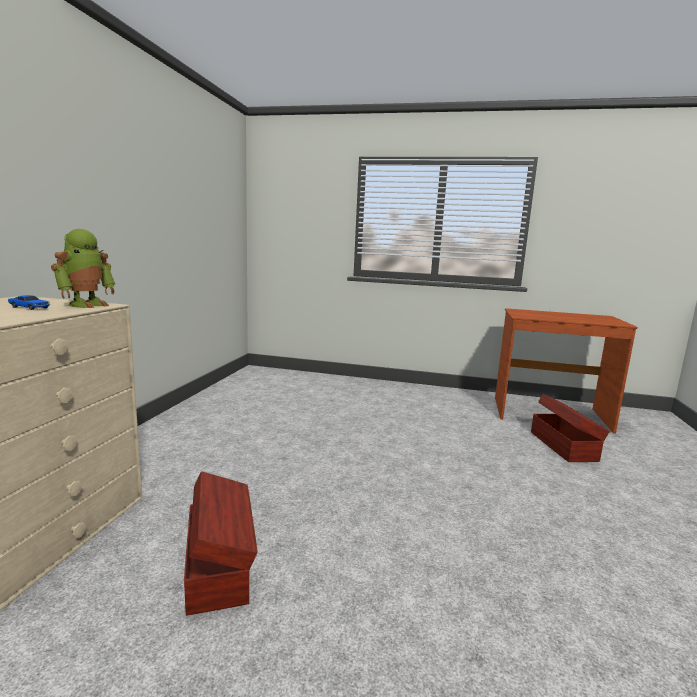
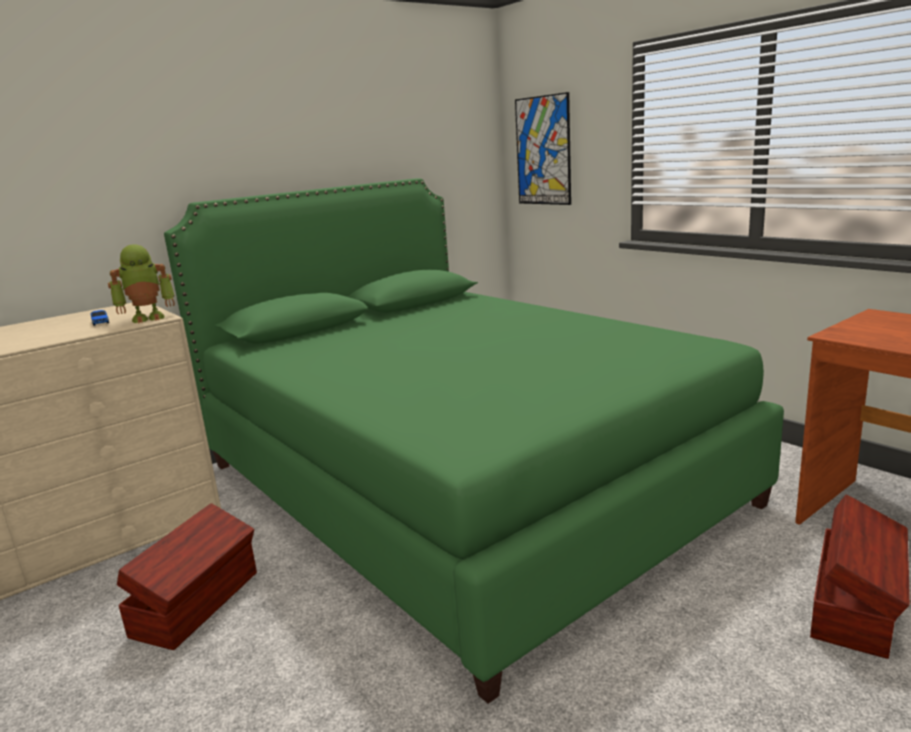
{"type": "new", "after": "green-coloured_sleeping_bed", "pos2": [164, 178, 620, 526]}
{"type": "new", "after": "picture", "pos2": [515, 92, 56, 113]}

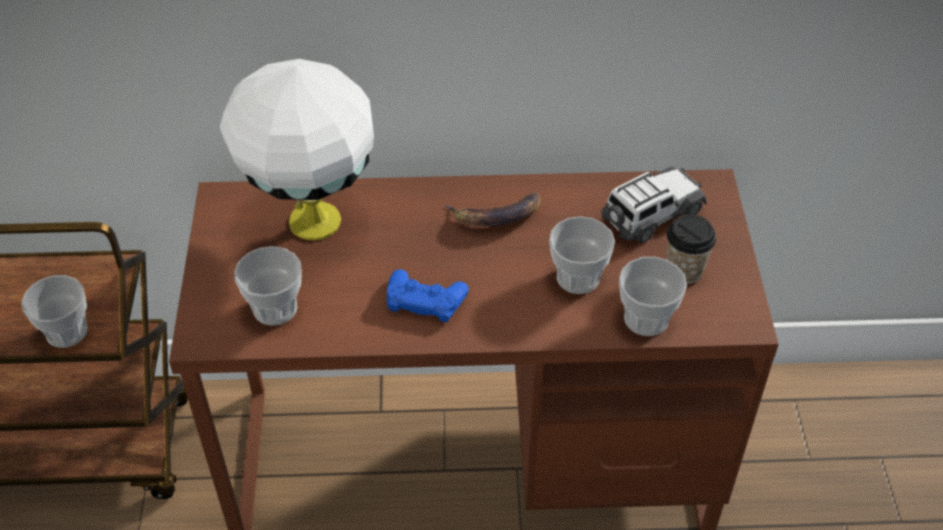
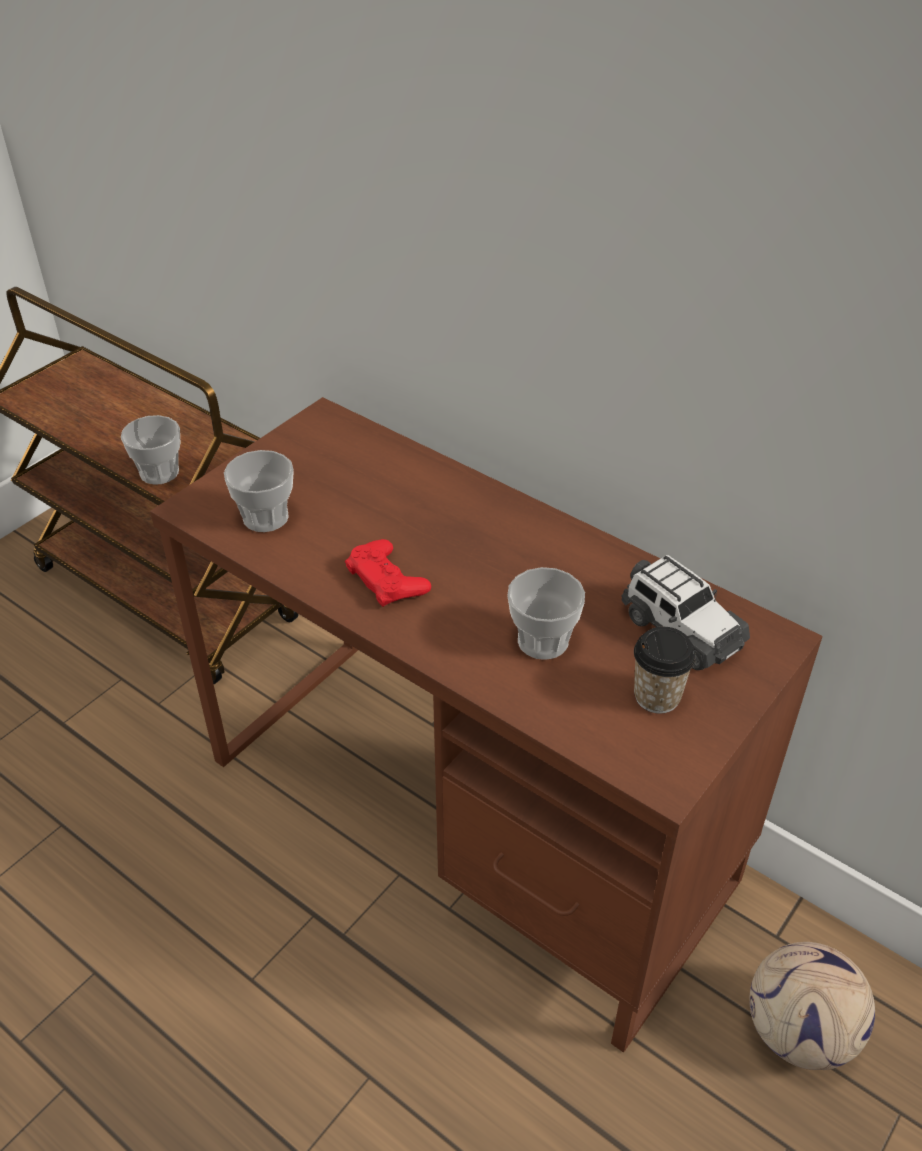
{"type": "gone", "before": "whitish_lamp_for_a_table", "pos1": [220, 59, 154, 181]}
{"type": "repainted", "before": "bluish_game_controller", "after": "red_game_controller", "pos1": [387, 269, 82, 53], "pos2": [345, 539, 86, 68]}
{"type": "gone", "before": "whole_banana", "pos1": [446, 192, 95, 34]}
{"type": "rotated", "before": "miniature_car", "pos1": [601, 166, 106, 77], "pos2": [621, 555, 129, 115], "turn": 45}
{"type": "gone", "before": "cup", "pos1": [619, 257, 68, 79]}
{"type": "new", "after": "football_ball", "pos2": [750, 942, 125, 128]}

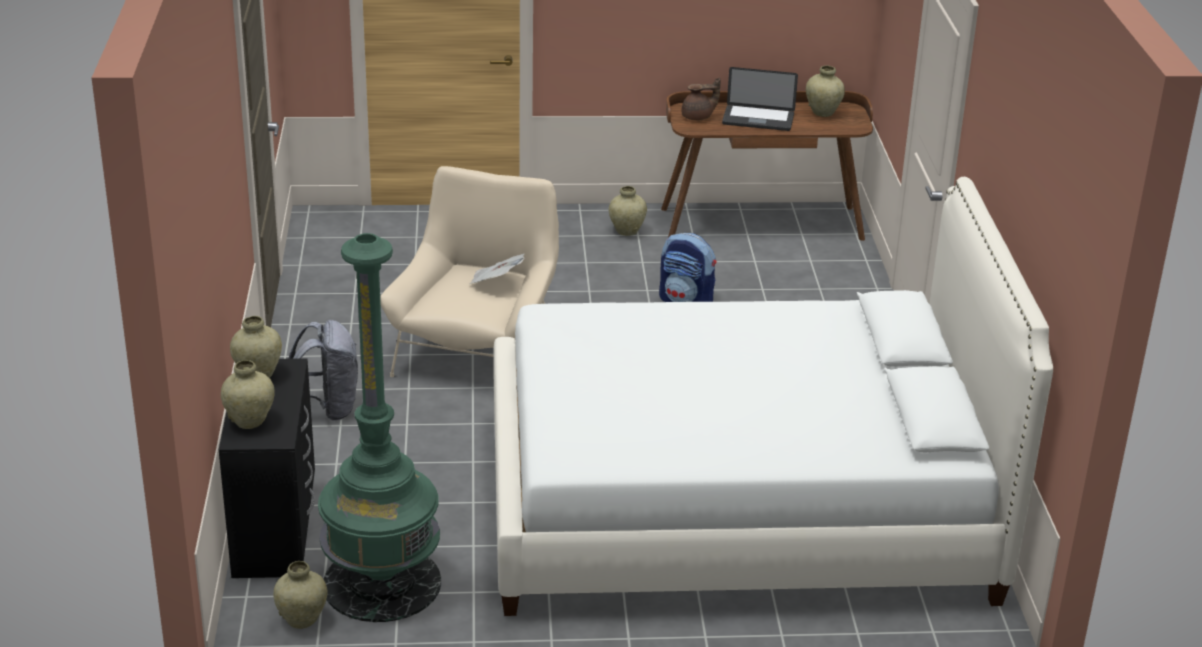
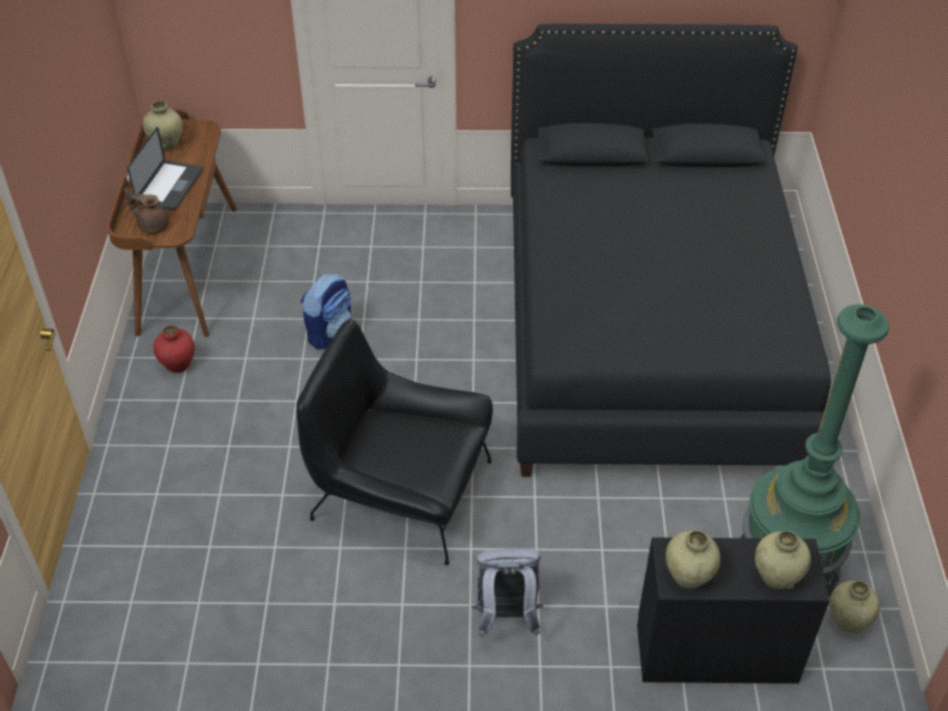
{"type": "repainted", "before": "sand-coloured_armchair", "after": "blackish_armchair", "pos1": [380, 166, 179, 211], "pos2": [296, 319, 197, 246]}
{"type": "gone", "before": "newspaper", "pos1": [470, 254, 55, 30]}
{"type": "repainted", "before": "whitish_sleeping_bed", "after": "blackish_sleeping_bed", "pos1": [493, 177, 560, 439], "pos2": [511, 24, 320, 453]}
{"type": "repainted", "before": "sand-coloured_decorative_vase", "after": "red_decorative_vase", "pos1": [609, 186, 38, 50], "pos2": [153, 325, 42, 48]}
{"type": "rotated", "before": "brown_pot_for_tea", "pos1": [682, 77, 39, 43], "pos2": [124, 187, 46, 47], "turn": -60}

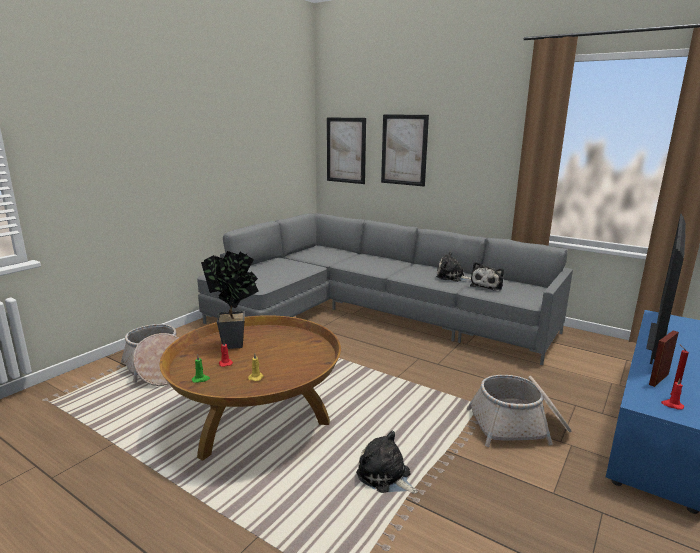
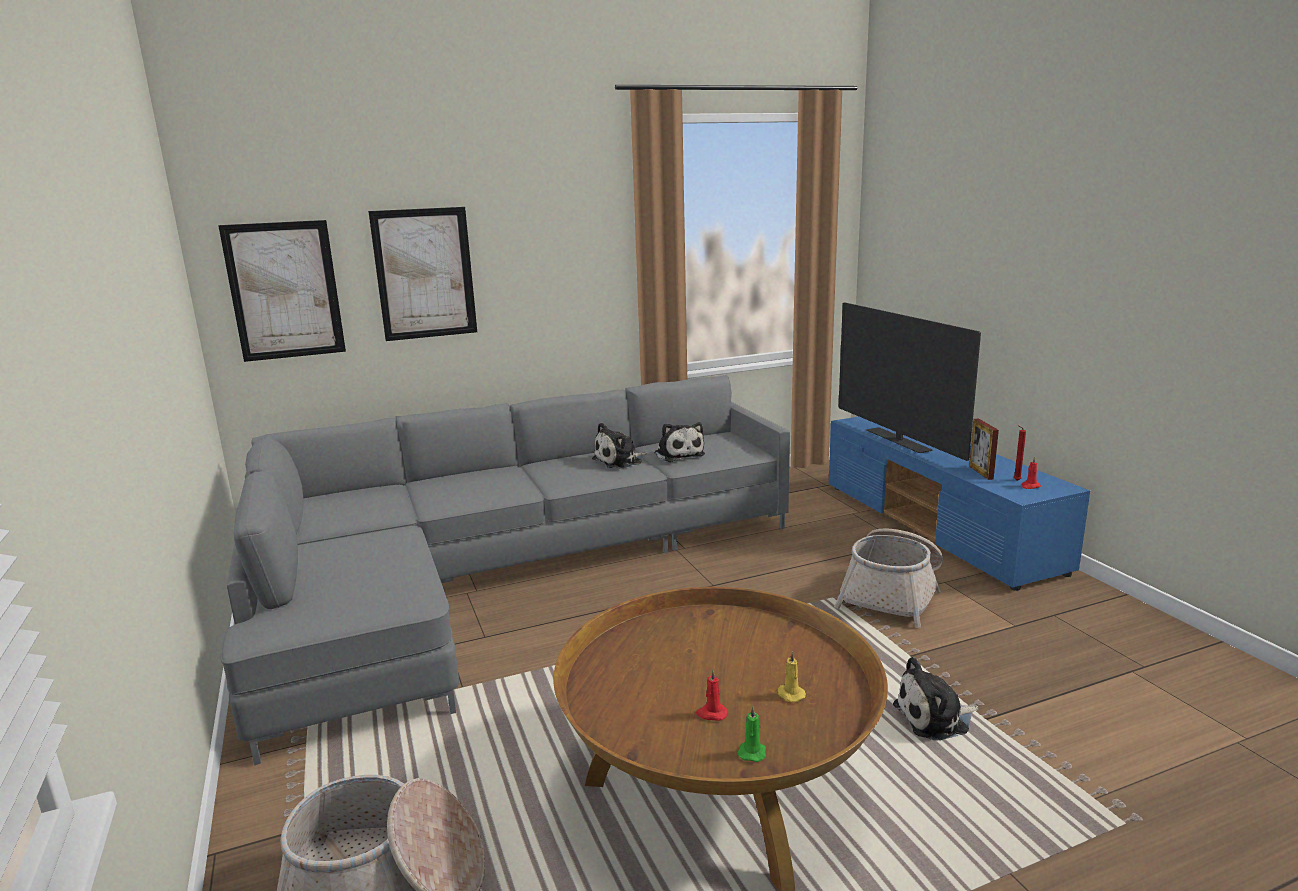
{"type": "gone", "before": "houseplant", "pos1": [201, 251, 58, 98]}

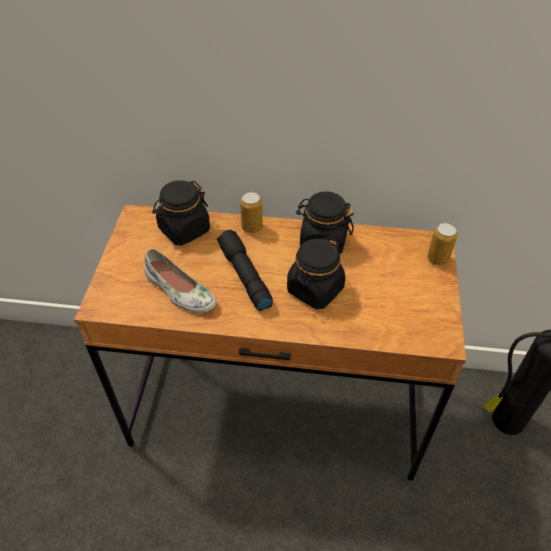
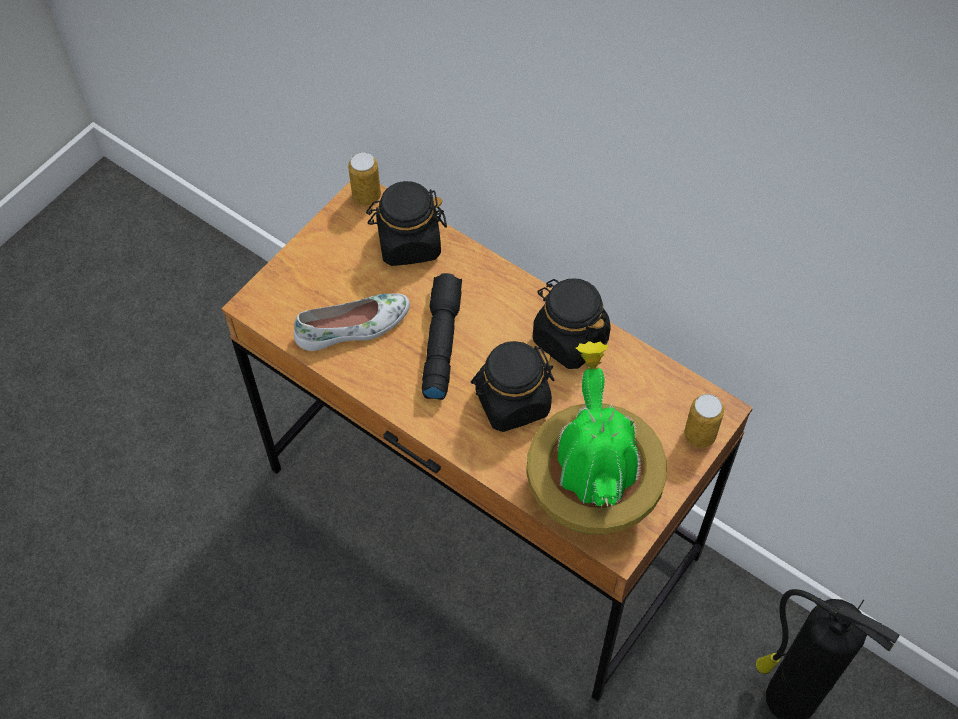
{"type": "rotated", "before": "whitish_item_of_footwear", "pos1": [144, 248, 73, 65], "pos2": [294, 293, 116, 58], "turn": -90}
{"type": "shifted", "before": "metal_can", "pos1": [240, 192, 23, 41], "pos2": [348, 152, 33, 53]}
{"type": "new", "after": "houseplant", "pos2": [527, 341, 140, 194]}

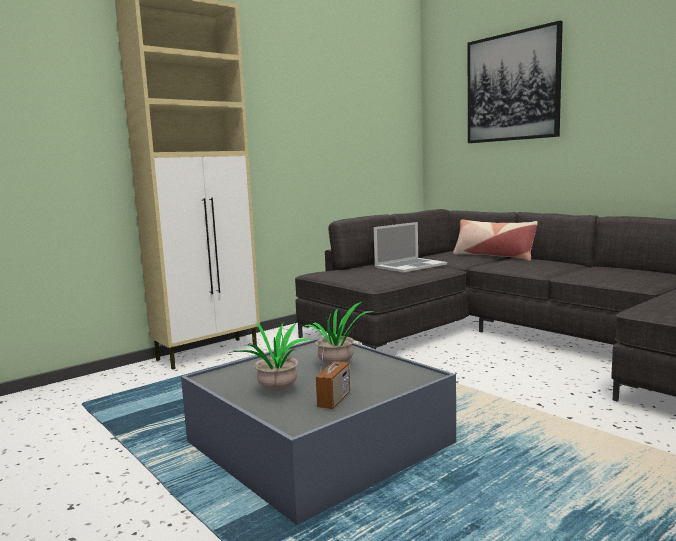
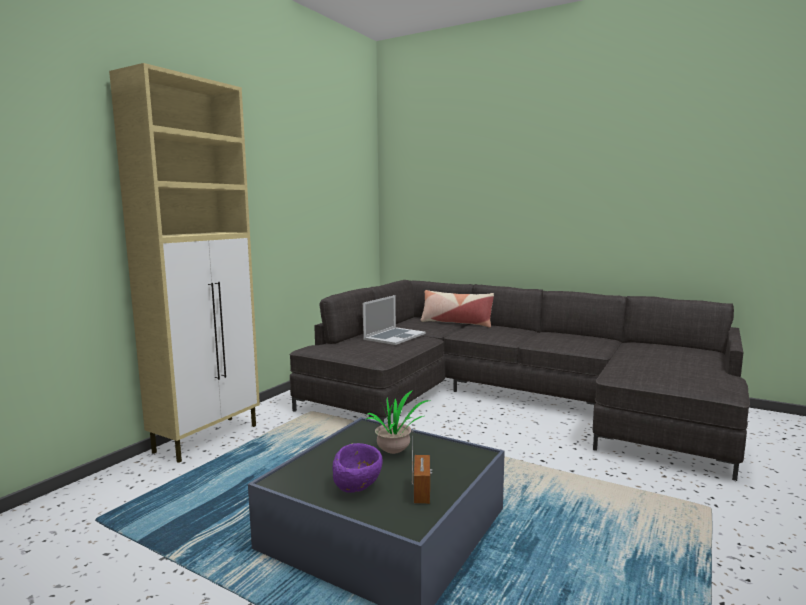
{"type": "swapped", "before": "houseplant", "after": "purplish_serving_bowl", "pos1": [229, 322, 83, 69], "pos2": [332, 443, 51, 50]}
{"type": "gone", "before": "picture", "pos1": [468, 21, 95, 122]}

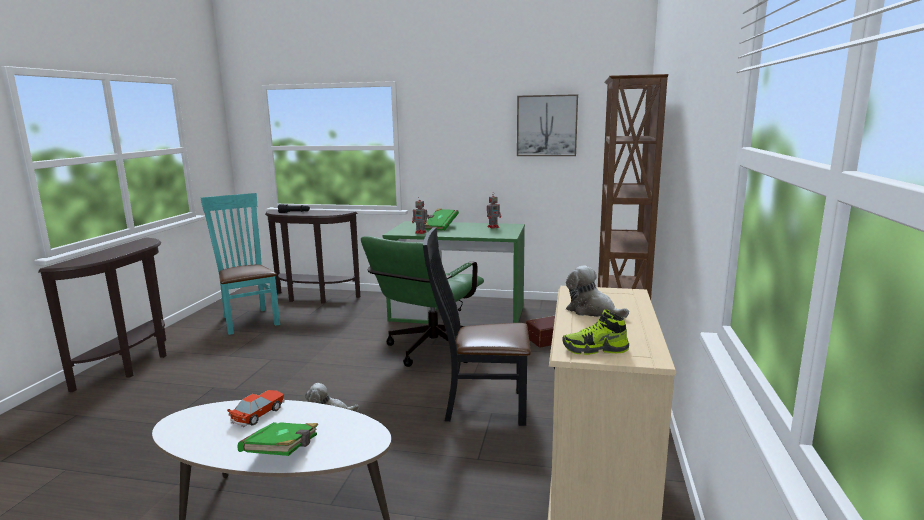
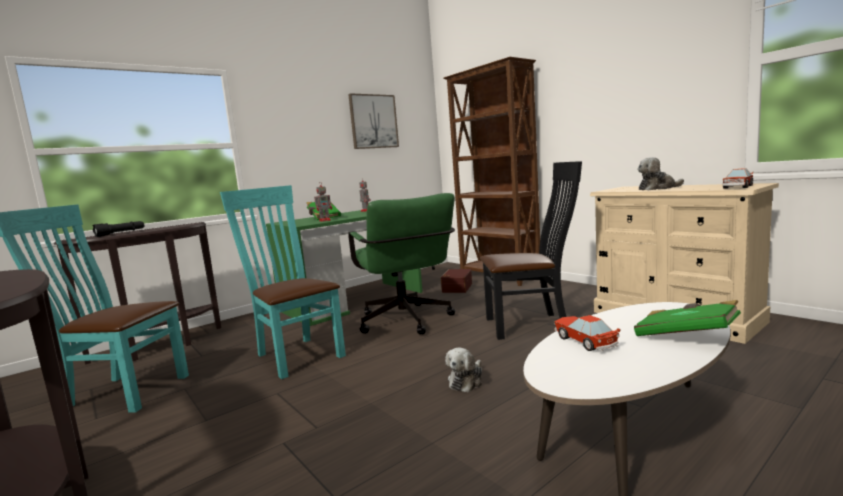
{"type": "rotated", "before": "blackish_plain_chair", "pos1": [423, 227, 108, 199], "pos2": [480, 161, 102, 179], "turn": -135}
{"type": "swapped", "before": "item_of_footwear", "after": "miniature_car", "pos1": [562, 309, 67, 46], "pos2": [723, 168, 30, 21]}
{"type": "new", "after": "blue-green_plain_chair", "pos2": [220, 185, 126, 194]}

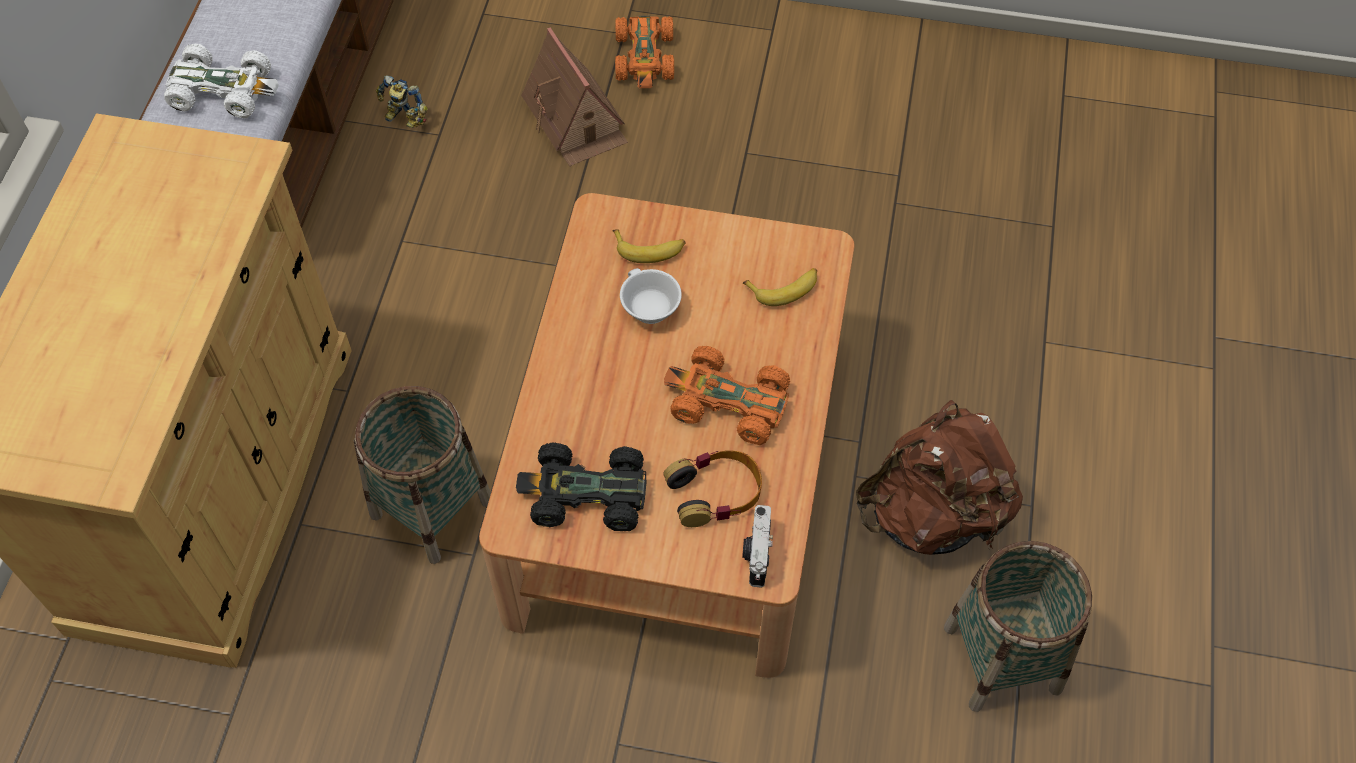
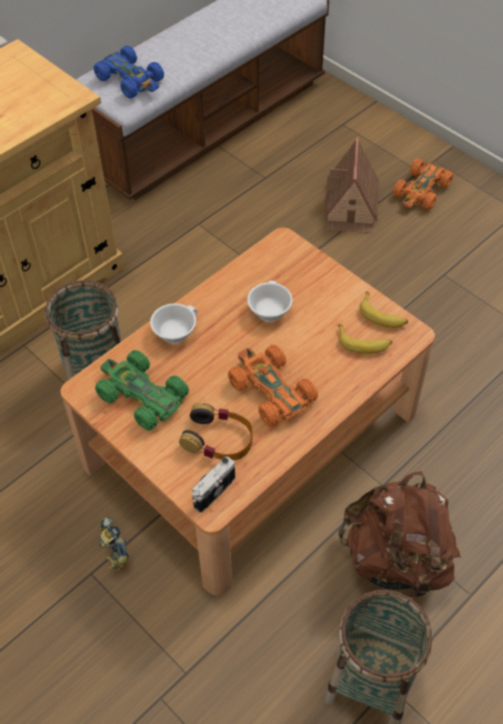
{"type": "repainted", "before": "whitish_miniature_car", "after": "bluish_miniature_car", "pos1": [164, 44, 115, 74], "pos2": [93, 46, 71, 52]}
{"type": "shifted", "before": "robot_figure", "pos1": [376, 75, 52, 53], "pos2": [99, 517, 30, 53]}
{"type": "repainted", "before": "blackish_miniature_car", "after": "green-coloured_miniature_car", "pos1": [516, 442, 130, 90], "pos2": [95, 350, 94, 81]}
{"type": "shifted", "before": "whole_banana", "pos1": [613, 229, 73, 34], "pos2": [360, 292, 48, 36]}
{"type": "new", "after": "whitish_cup", "pos2": [150, 303, 48, 41]}

